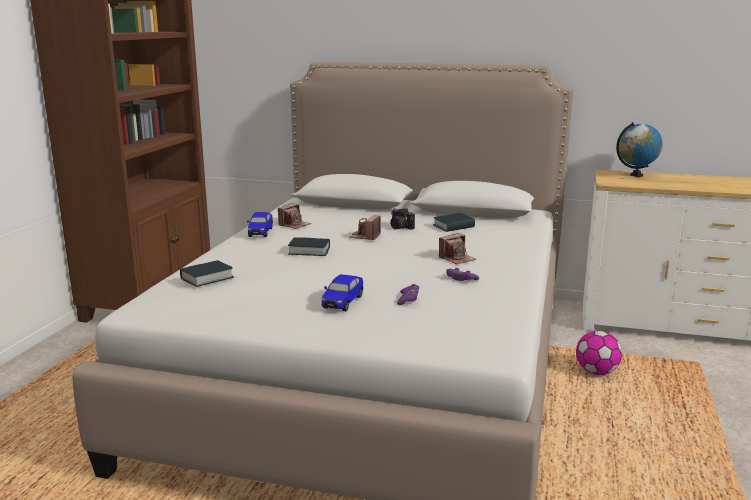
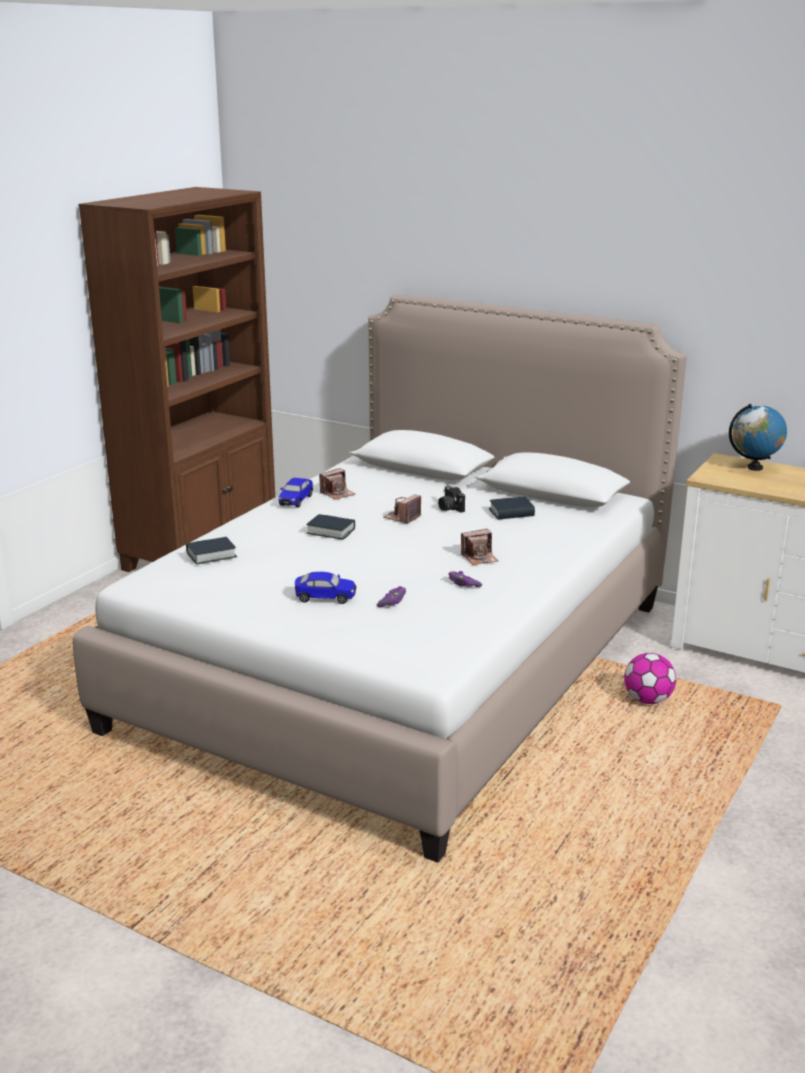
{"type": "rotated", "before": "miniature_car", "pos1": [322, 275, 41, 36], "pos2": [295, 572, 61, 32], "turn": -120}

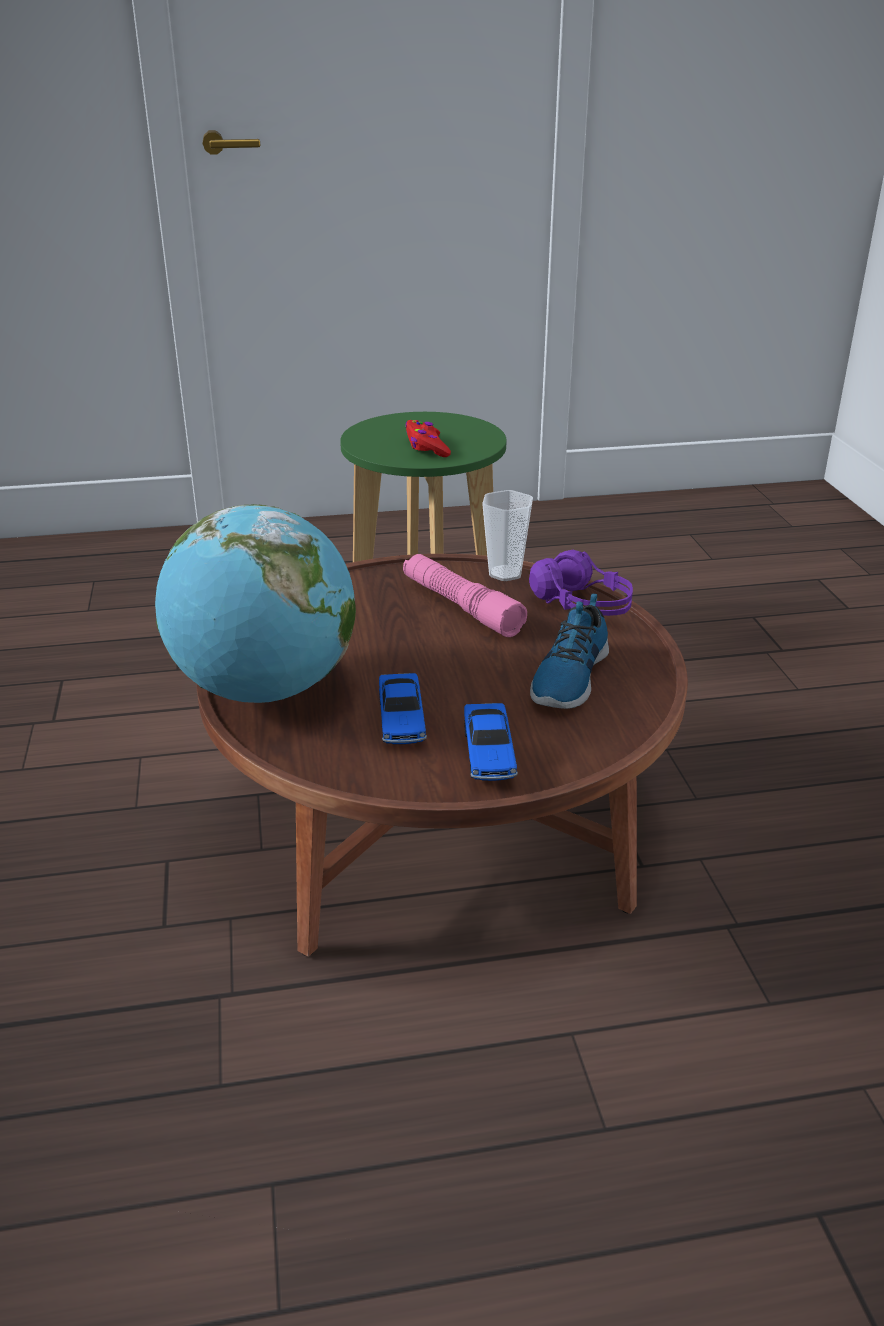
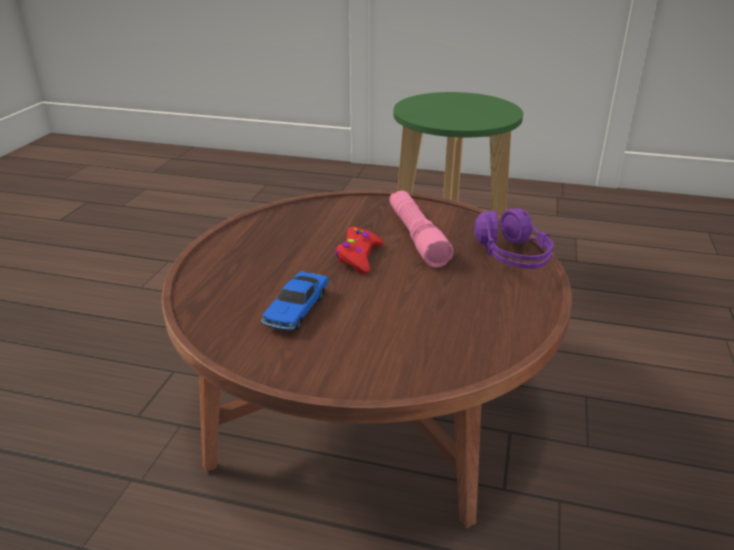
{"type": "gone", "before": "desk_globe", "pos1": [155, 504, 201, 199]}
{"type": "shifted", "before": "red_game_controller", "pos1": [405, 420, 46, 37], "pos2": [335, 227, 48, 47]}
{"type": "gone", "before": "miniature_car", "pos1": [464, 703, 54, 78]}
{"type": "gone", "before": "cup", "pos1": [482, 490, 51, 91]}
{"type": "gone", "before": "item_of_footwear", "pos1": [530, 594, 79, 115]}

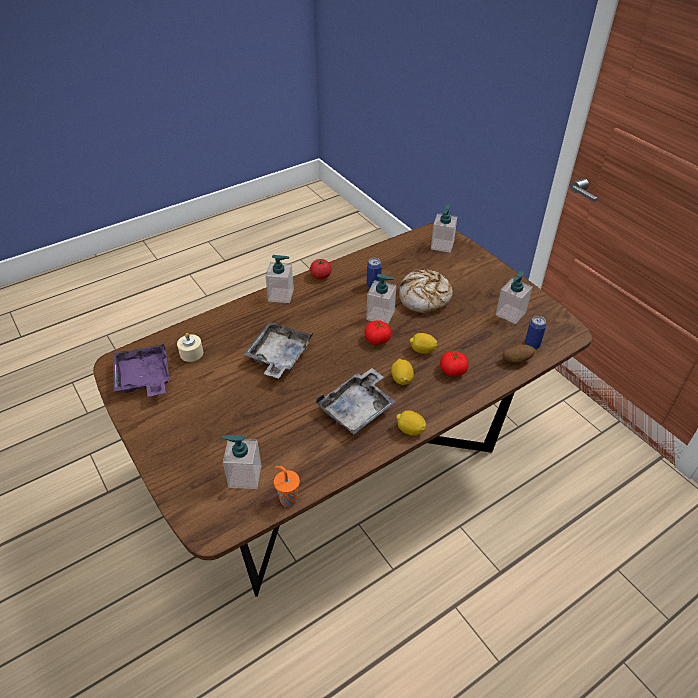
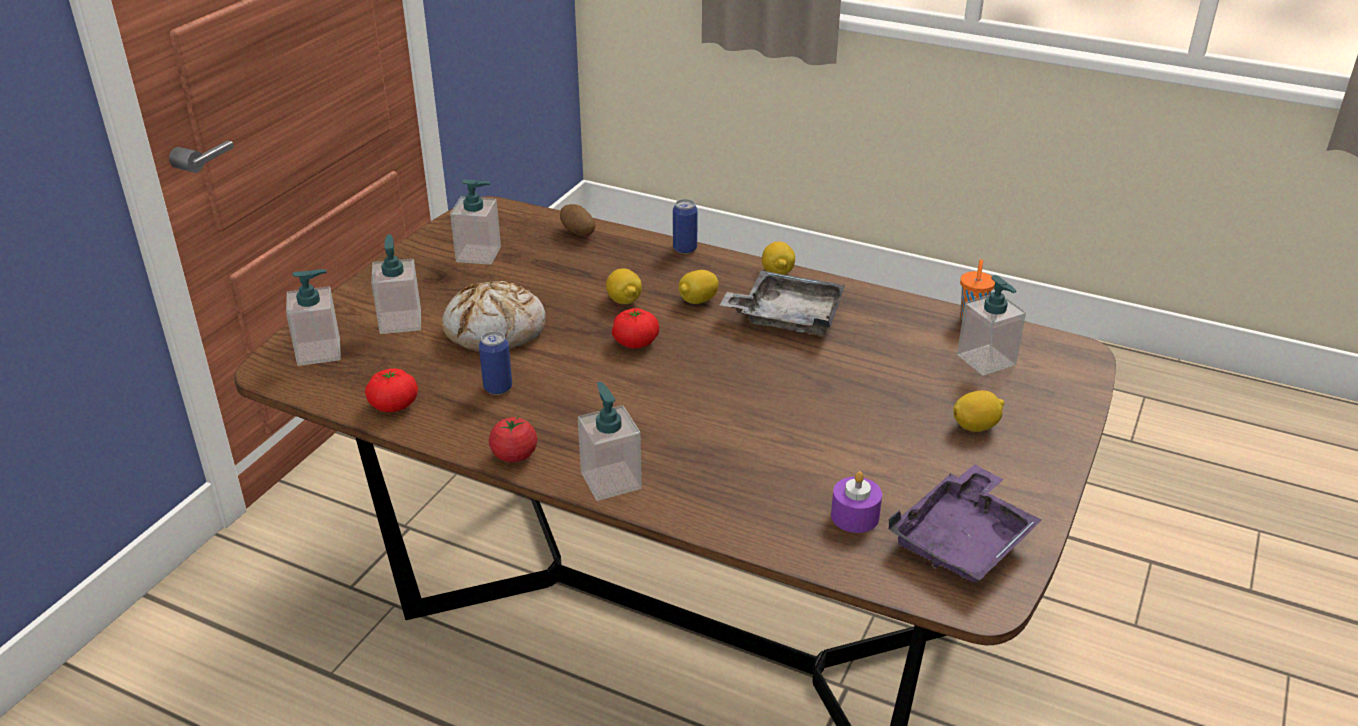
{"type": "repainted", "before": "sand-coloured_wax_light", "after": "purplish_wax_light", "pos1": [177, 333, 26, 29], "pos2": [831, 471, 51, 62]}
{"type": "gone", "before": "grey_carrying_tray", "pos1": [244, 322, 69, 56]}
{"type": "shifted", "before": "soap_dispenser", "pos1": [366, 274, 30, 50], "pos2": [371, 234, 50, 100]}
{"type": "shifted", "before": "tomato", "pos1": [440, 351, 29, 26], "pos2": [365, 368, 53, 44]}
{"type": "shifted", "before": "metal_can", "pos1": [525, 316, 22, 33], "pos2": [673, 199, 25, 55]}
{"type": "new", "after": "whole_lemon", "pos2": [953, 390, 51, 42]}

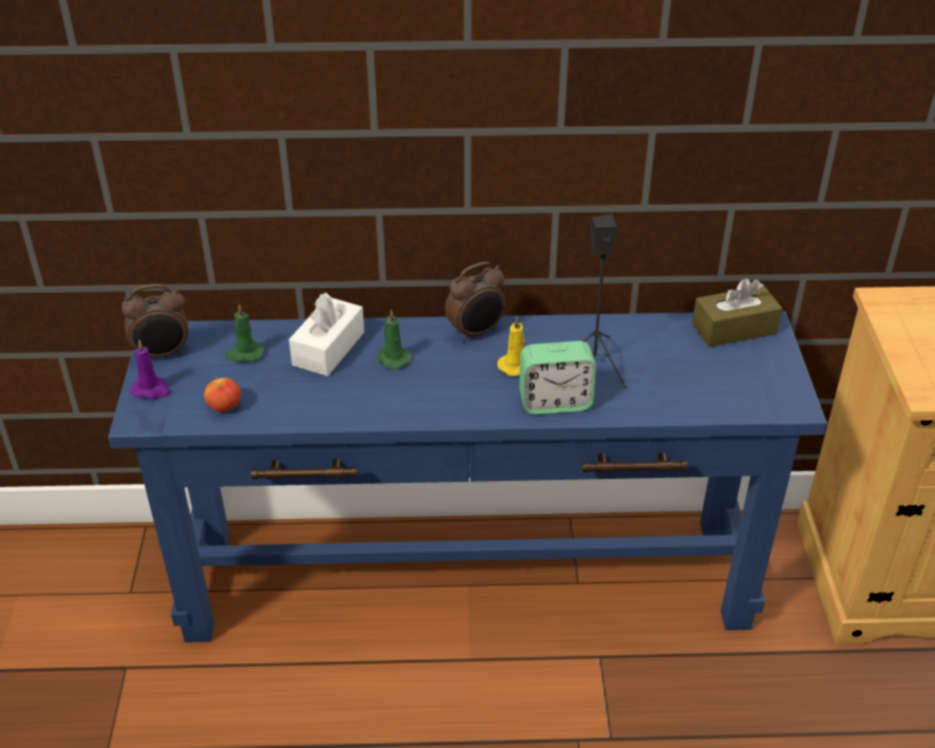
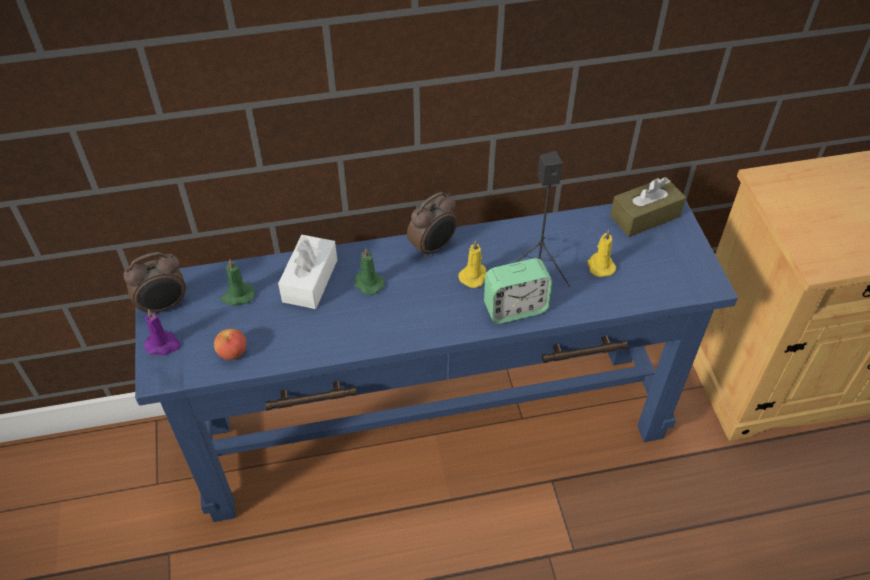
{"type": "new", "after": "yellowish_wax_light", "pos2": [588, 230, 29, 47]}

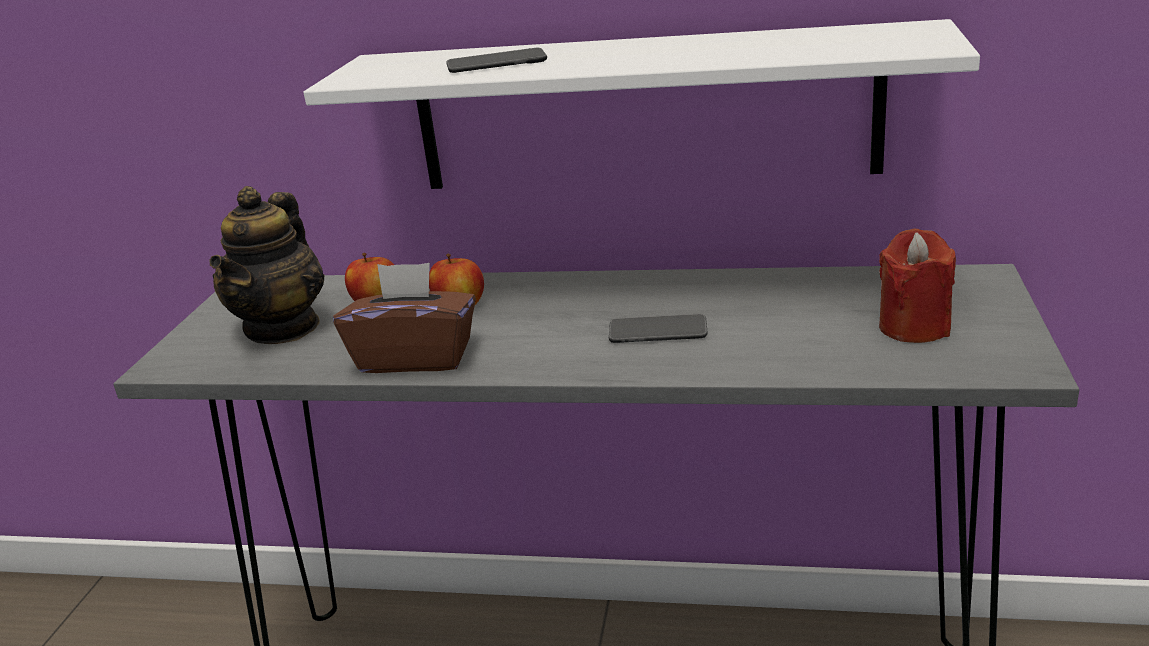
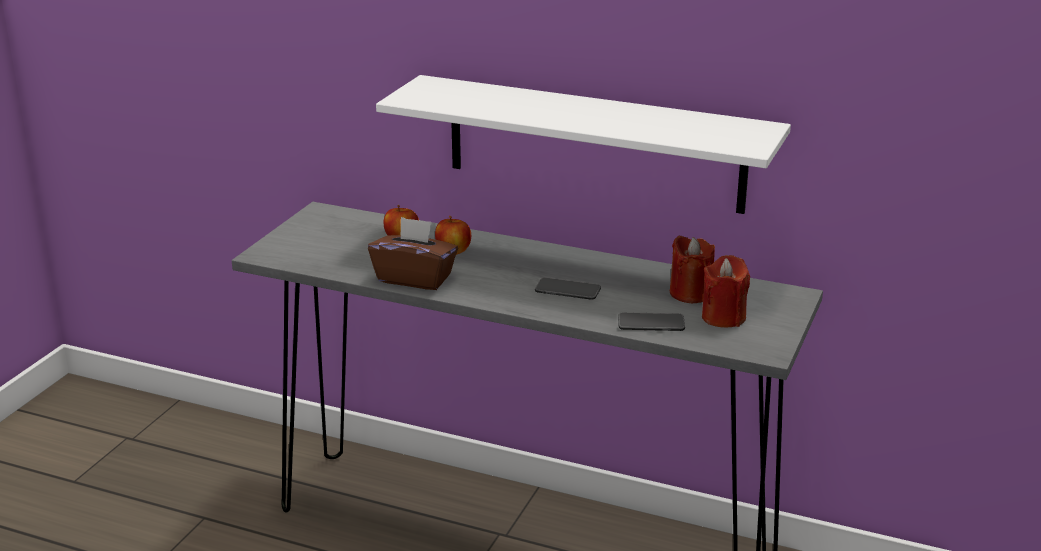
{"type": "gone", "before": "pot_for_tea", "pos1": [210, 186, 114, 158]}
{"type": "shifted", "before": "phone", "pos1": [446, 48, 101, 25], "pos2": [618, 312, 67, 19]}
{"type": "new", "after": "red_wax_light", "pos2": [670, 235, 45, 68]}

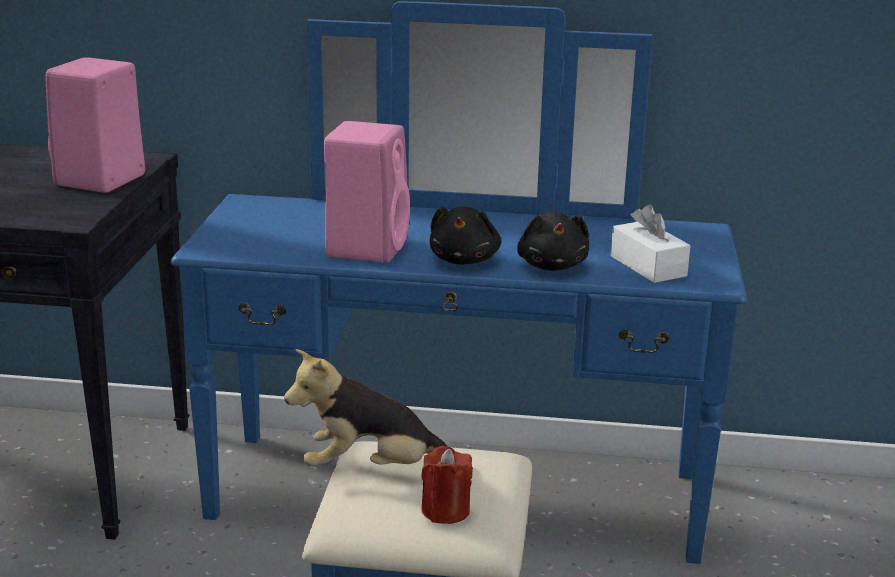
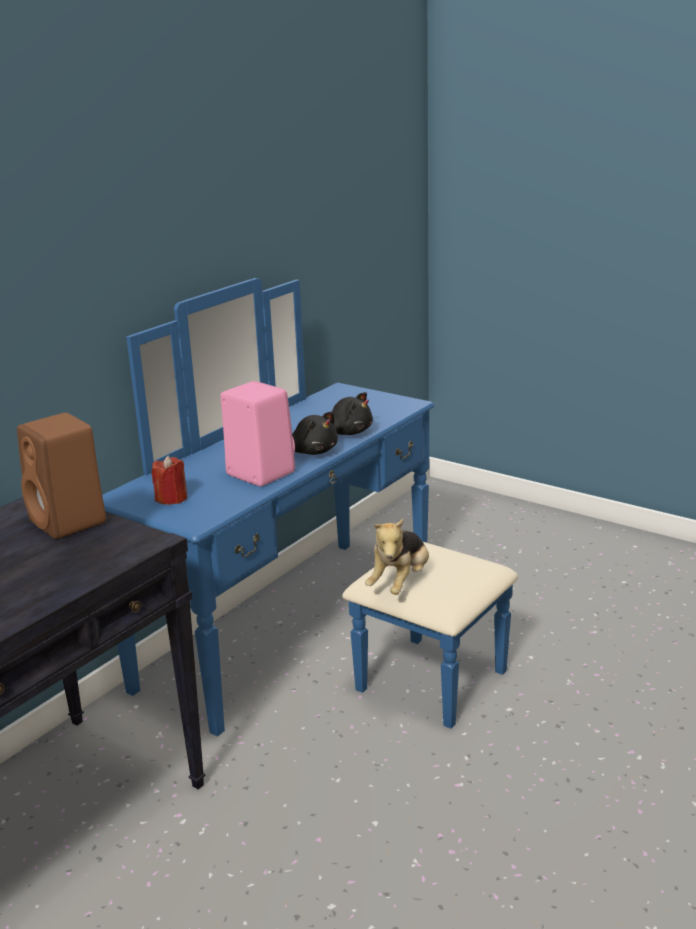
{"type": "repainted", "before": "pink_speaker", "after": "brown_speaker", "pos1": [46, 57, 99, 136], "pos2": [17, 413, 89, 126]}
{"type": "shifted", "before": "red_wax_light", "pos1": [421, 446, 52, 78], "pos2": [152, 456, 36, 49]}
{"type": "gone", "before": "whitish_box_of_tissues", "pos1": [611, 205, 80, 78]}

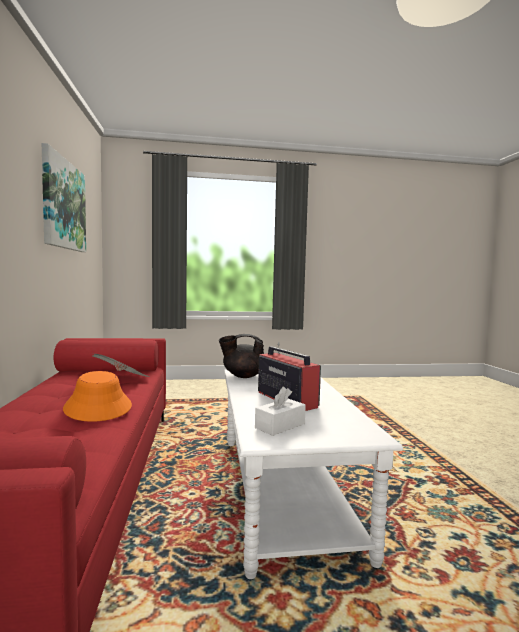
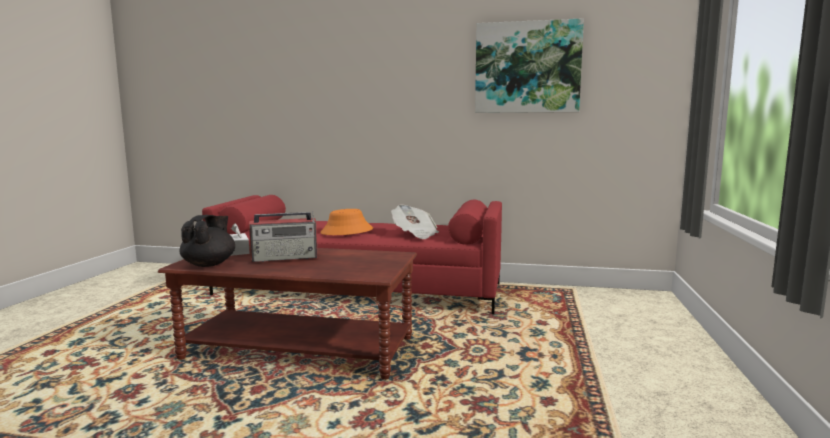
{"type": "shifted", "before": "blackish_pot_for_tea", "pos1": [219, 334, 45, 44], "pos2": [179, 215, 56, 52]}
{"type": "repainted", "before": "whitish_coffee_table", "after": "brown_coffee_table", "pos1": [224, 369, 179, 210], "pos2": [158, 245, 259, 135]}

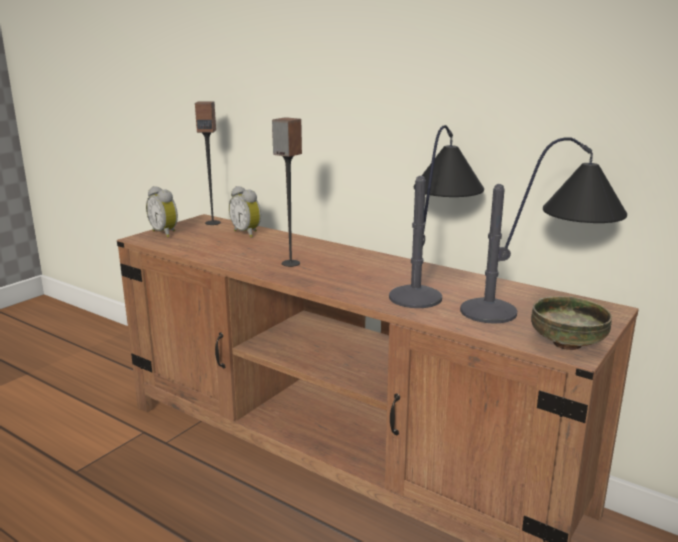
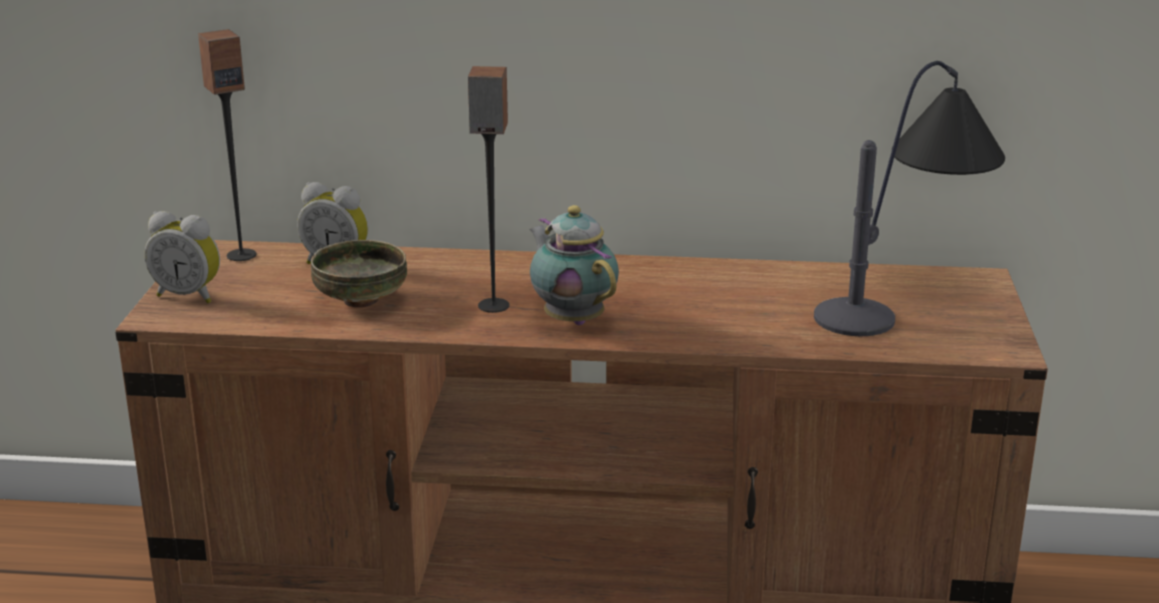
{"type": "gone", "before": "lamp_for_a_table", "pos1": [389, 125, 95, 183]}
{"type": "shifted", "before": "serving_bowl", "pos1": [531, 296, 81, 54], "pos2": [311, 240, 96, 68]}
{"type": "new", "after": "pot_for_tea", "pos2": [529, 205, 90, 120]}

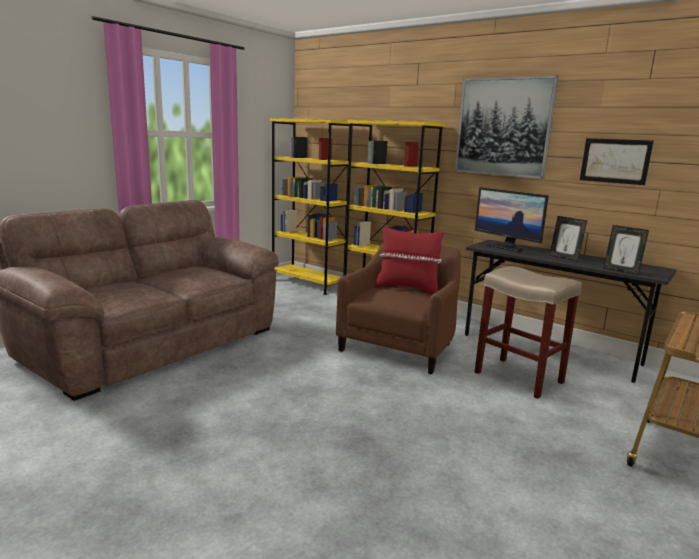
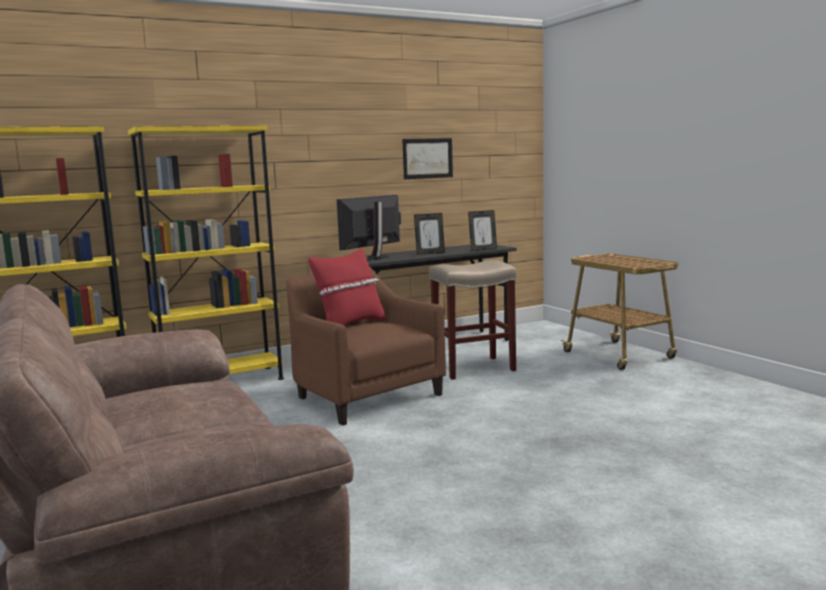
{"type": "gone", "before": "picture", "pos1": [455, 75, 104, 104]}
{"type": "rotated", "before": "computer_screen", "pos1": [475, 187, 74, 65], "pos2": [337, 195, 64, 66], "turn": 150}

